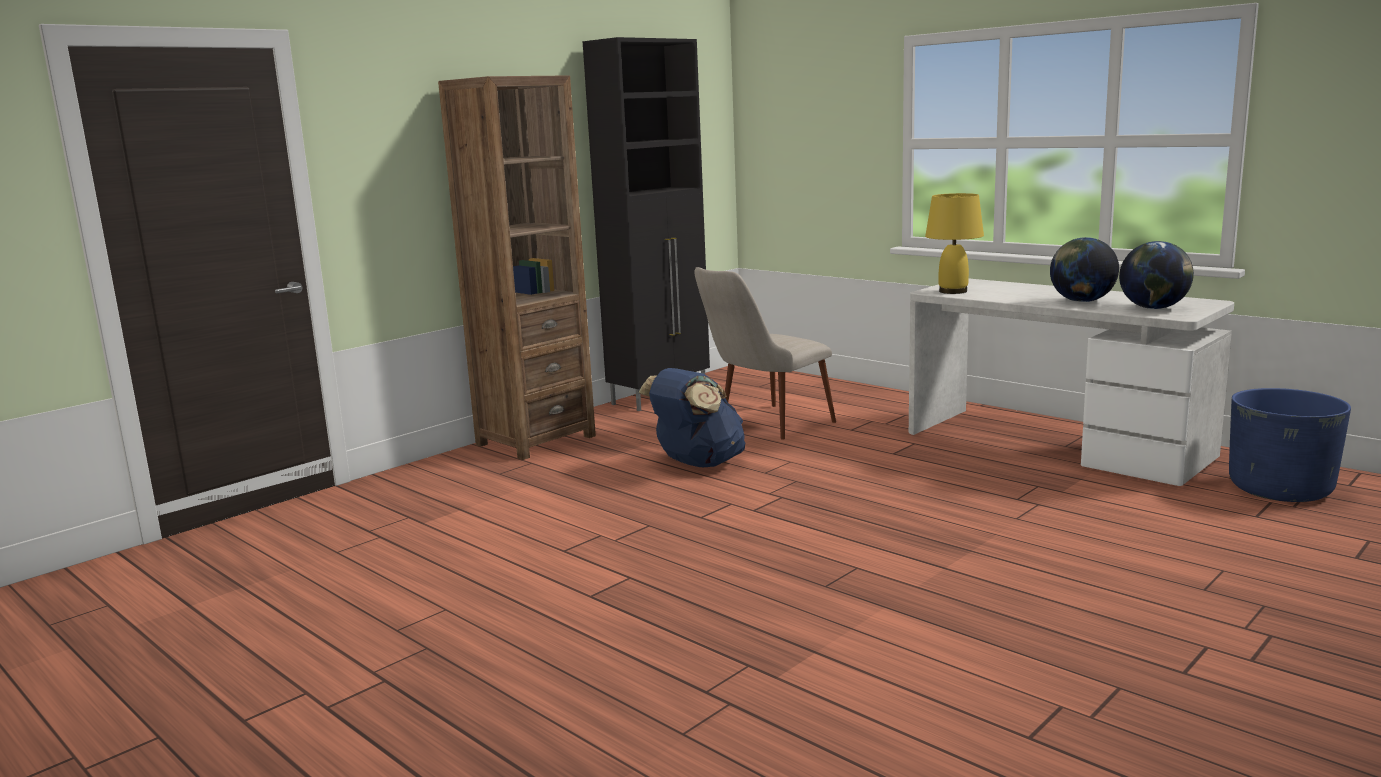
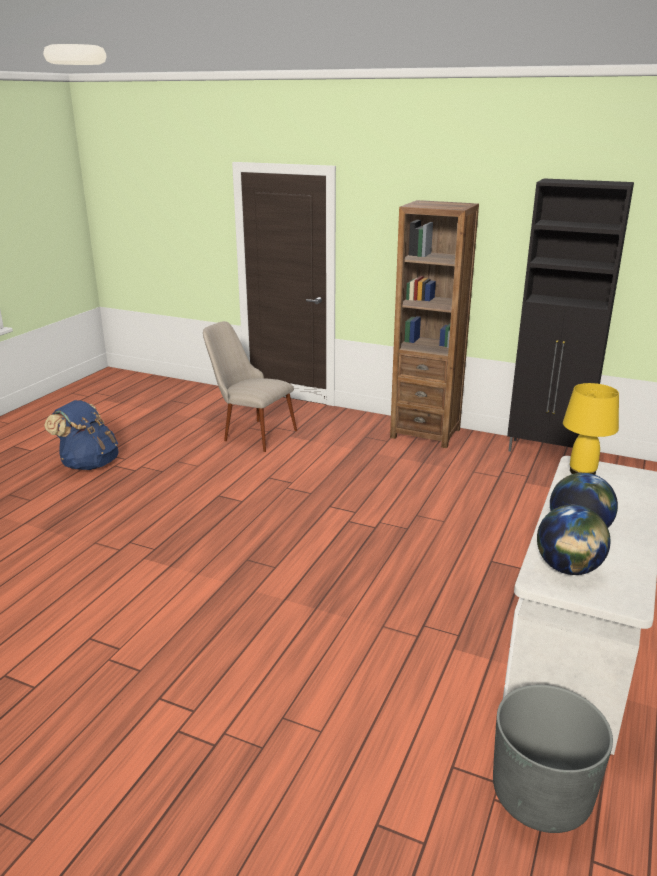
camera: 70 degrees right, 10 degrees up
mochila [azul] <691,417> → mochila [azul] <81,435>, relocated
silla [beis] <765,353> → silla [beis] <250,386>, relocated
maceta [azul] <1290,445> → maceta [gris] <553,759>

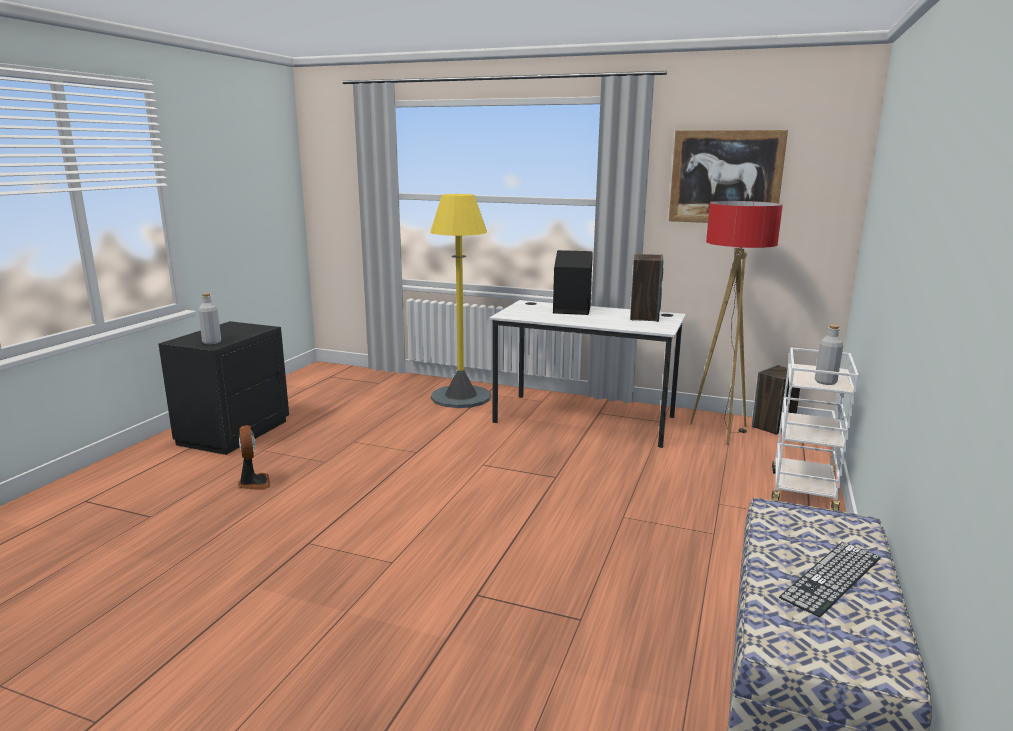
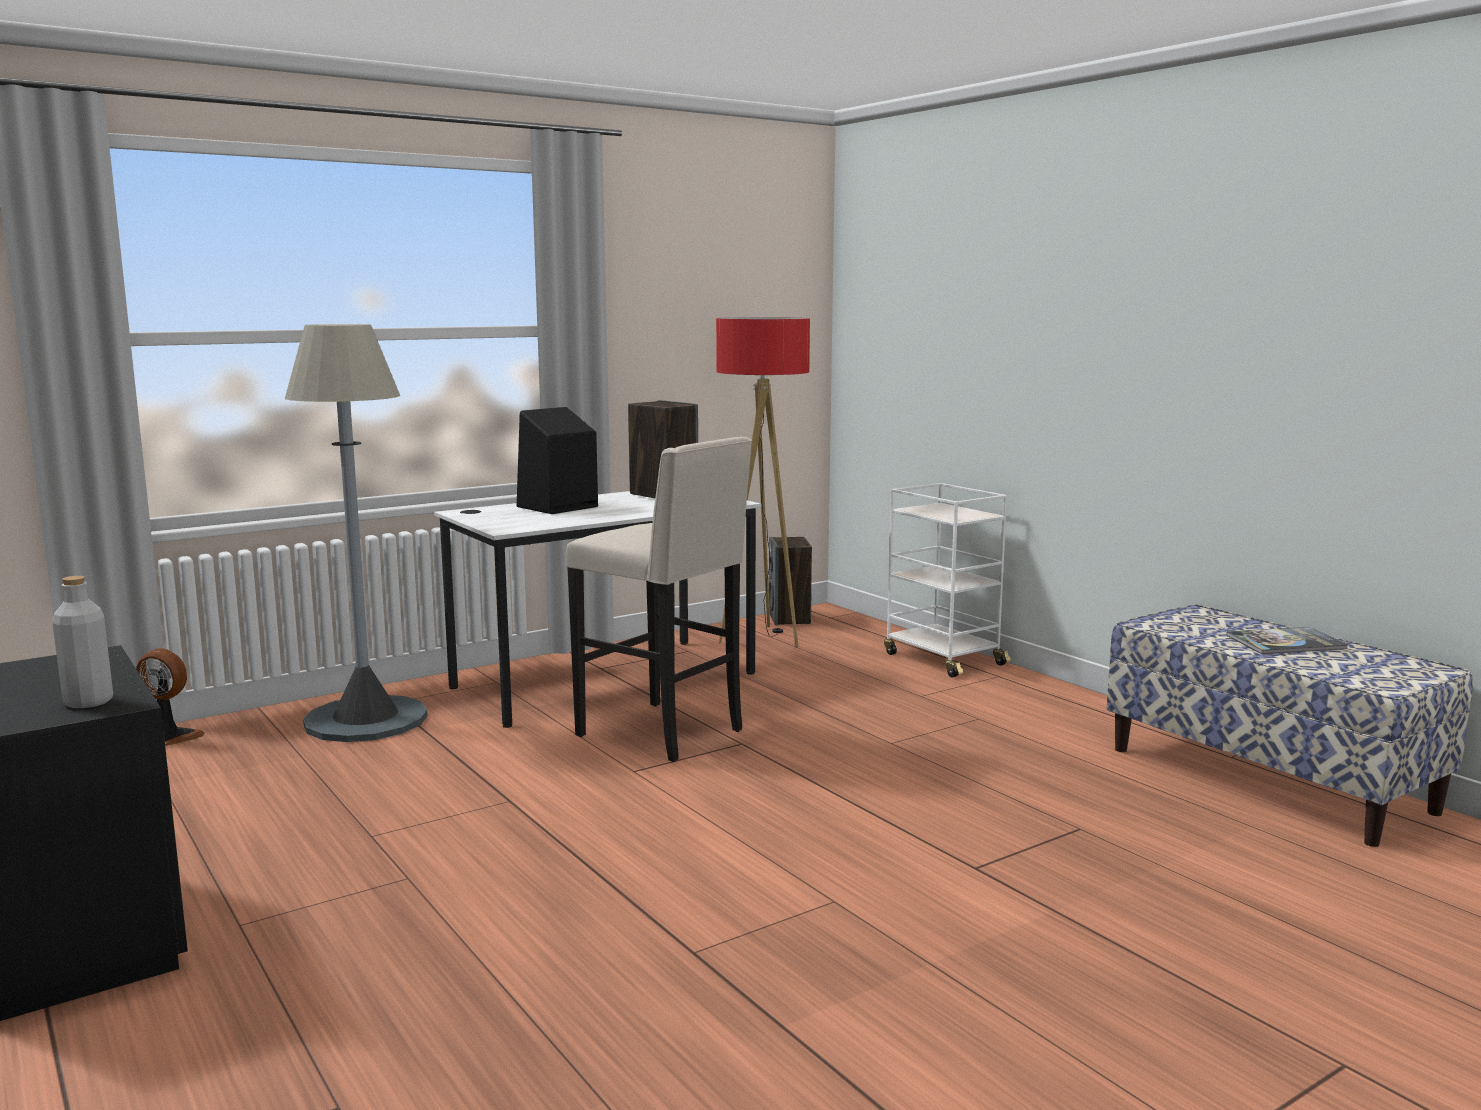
camera: 55 degrees left, 5 degrees down
ventilador <254,457> → ventilador <170,697>, relocated
lámpara de pie [amarillo] <460,301> → lámpara de pie [gris] <356,533>
cuadro <728,176> → -
teclado <830,579> → libro <1287,640>
botella [gris] <829,355> → -
- → taburete [beis] <659,599>

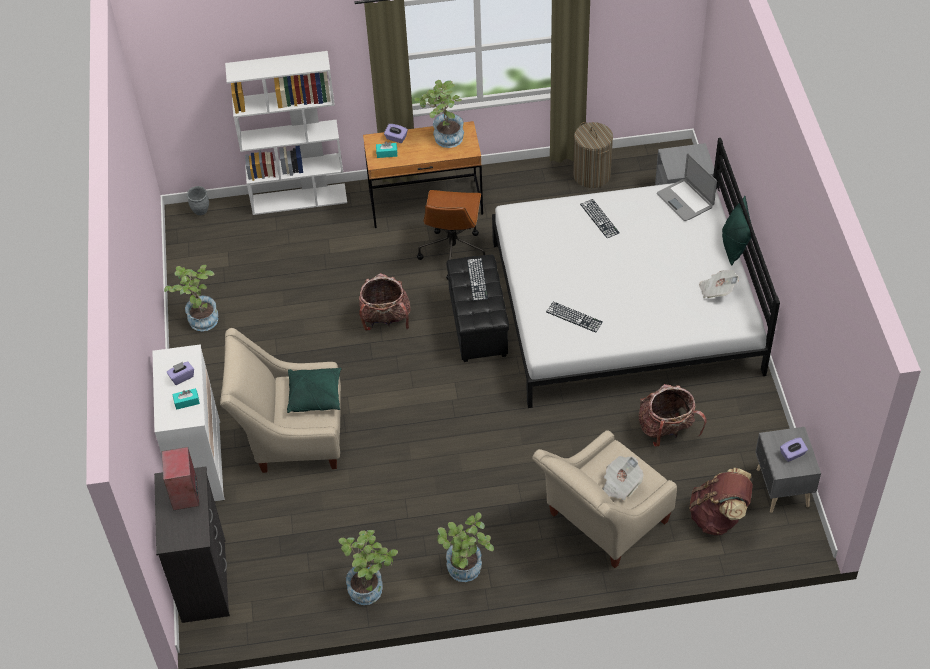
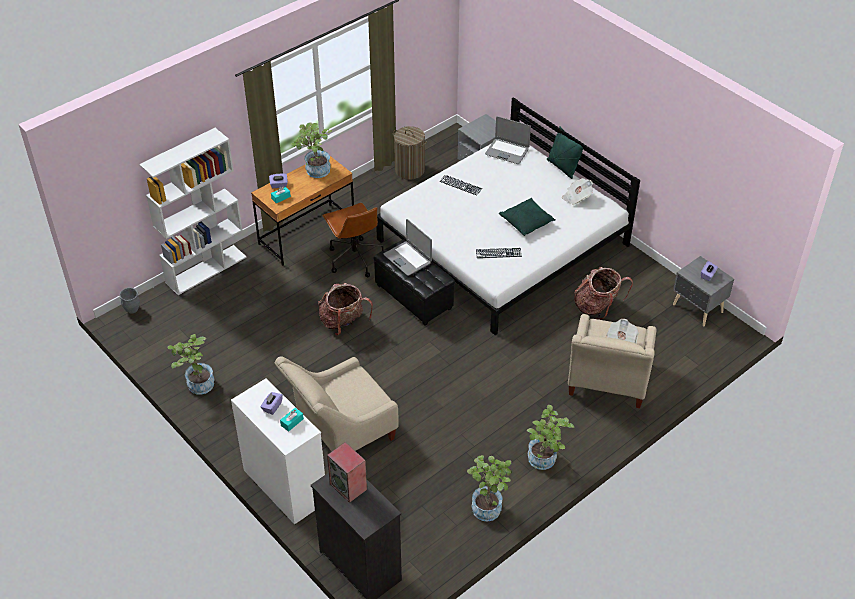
camera: 35 degrees left, 5 degrees down
cojín [verde] <314,390> → cojín [verde] <527,217>, relocated
teclado <477,279> → portátil <408,247>
mochila [marrón] <721,501> → -

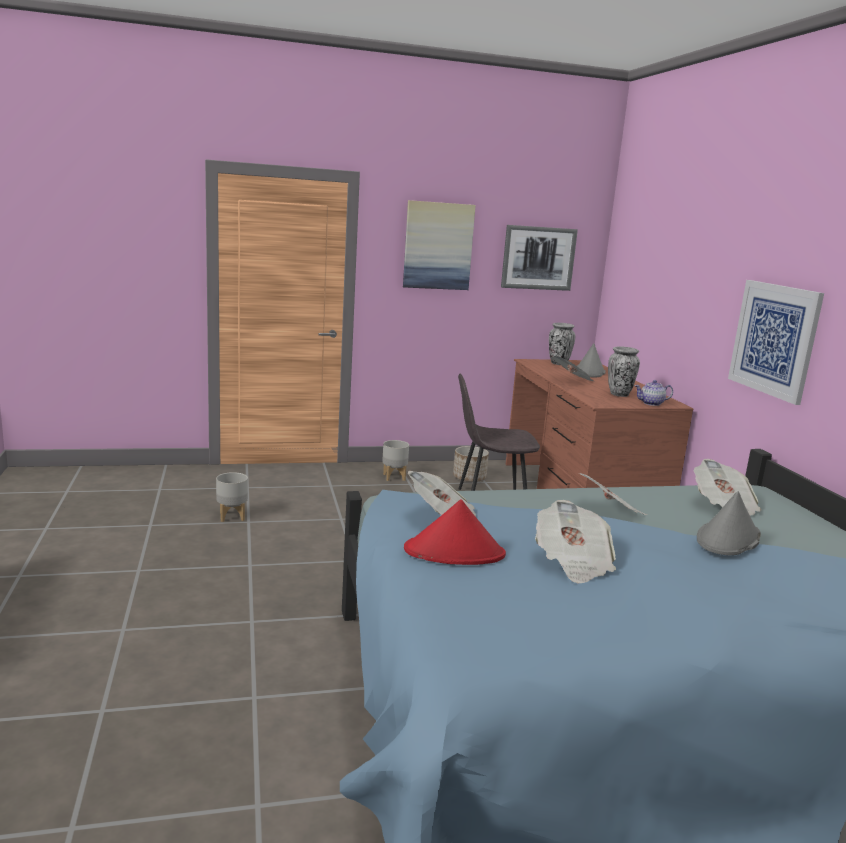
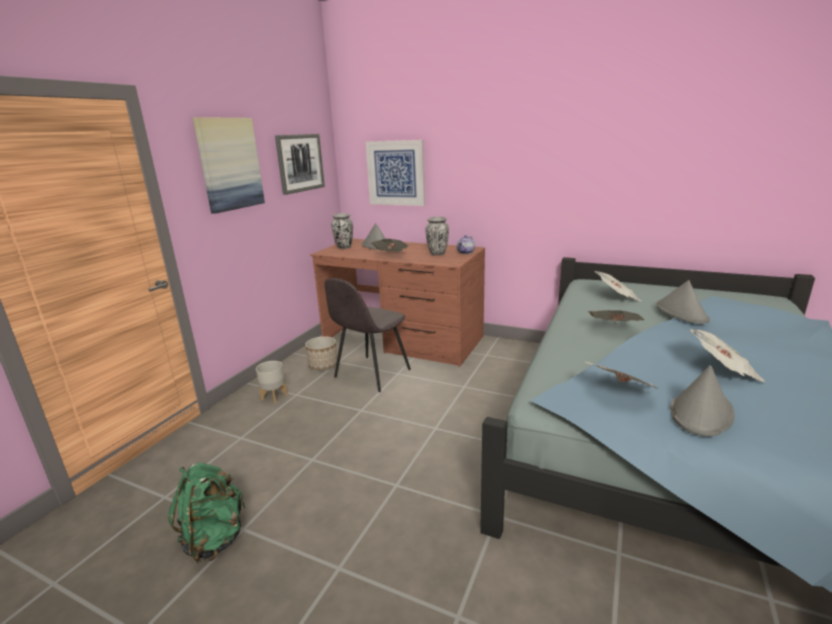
camera: 50 degrees left, 5 degrees up
maceta [gris] <232,497> → mochila [verde] <207,513>
sombrero [rojo] <455,532> → sombrero [gris] <702,400>
cuadro <776,342> → cuadro <395,173>, relocated

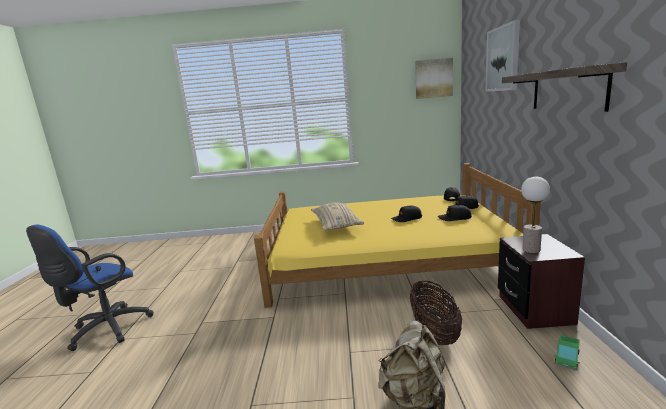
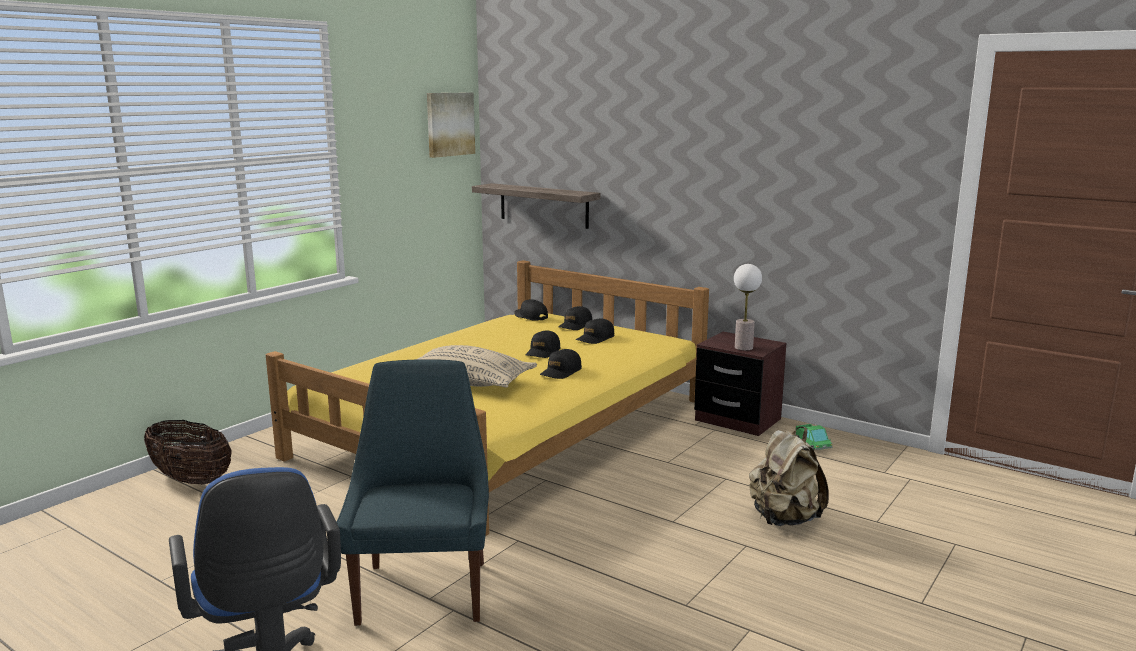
camera: 55 degrees left, 0 degrees up
cesta <436,313> → cesta <188,452>, relocated
cuadro <502,56> → -
estante <564,87> → estante <536,206>, relocated
- → silla [azul] <413,492>
- → gorra [negro] <561,364>

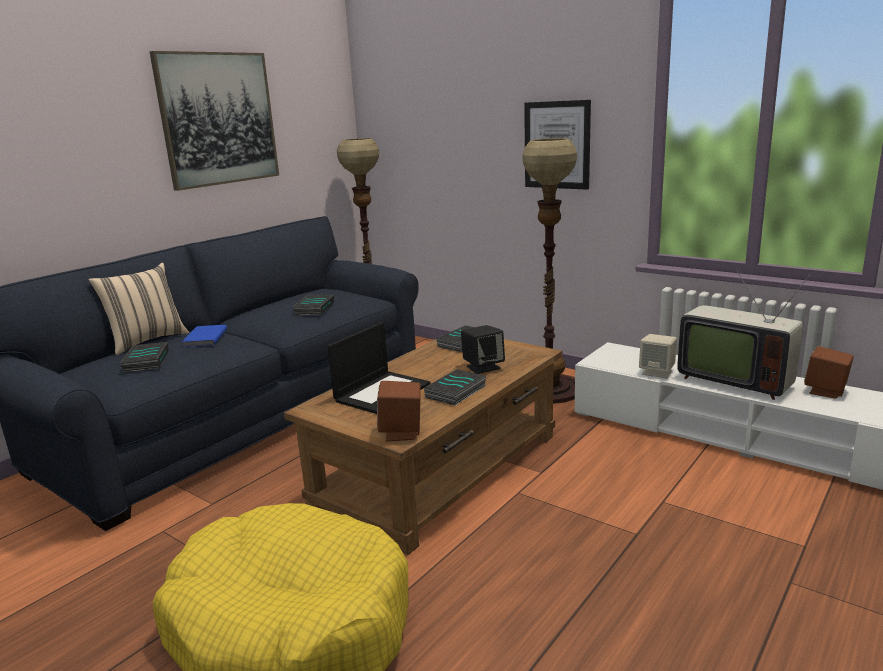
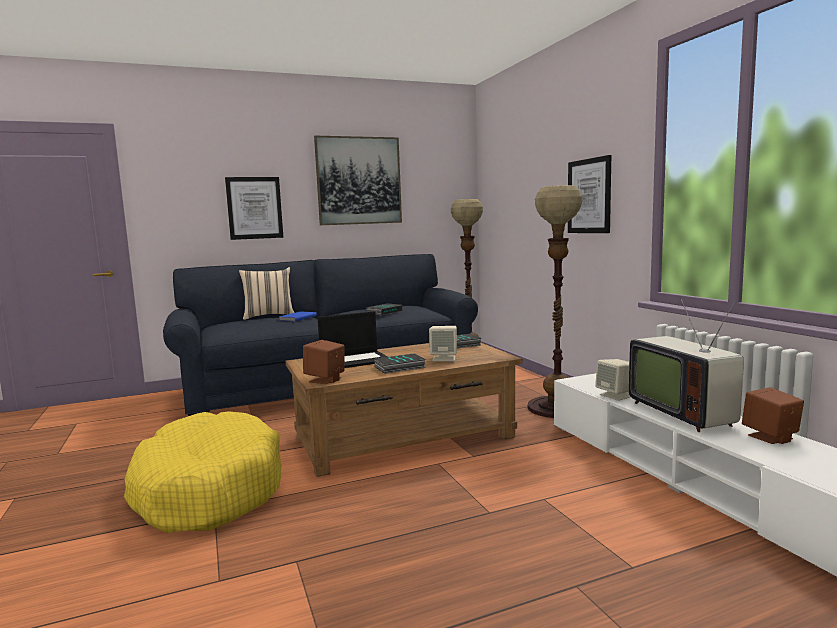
camera: 30 degrees right, 10 degrees down
libro <144,357> → -
altavoz [negro] <483,349> → altavoz [beis] <443,343>
- → cuadro <254,208>

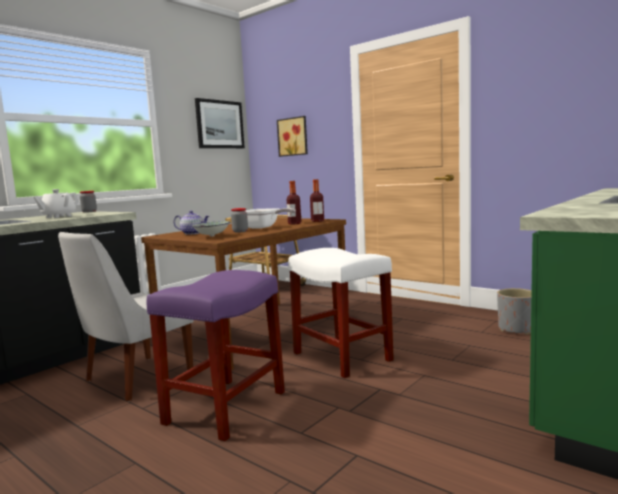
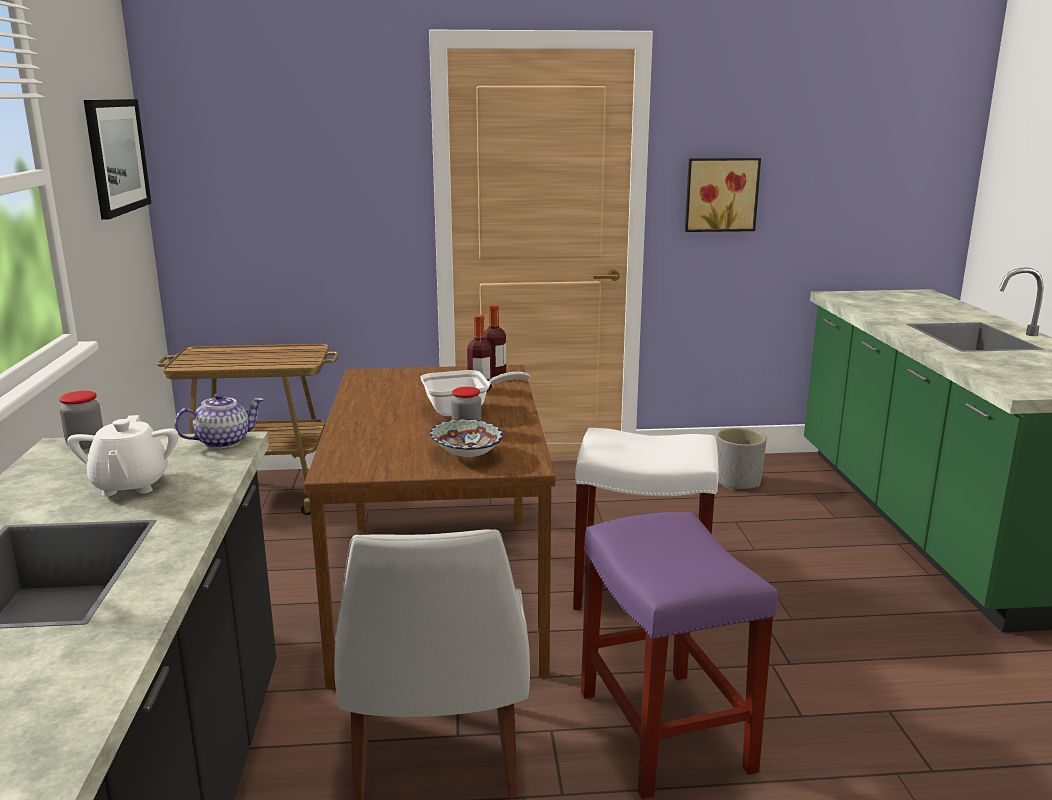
camera: 45 degrees left, 10 degrees up
tetera <192,222> → tetera <219,421>, relocated
cuadro <292,136> → cuadro <723,195>, relocated

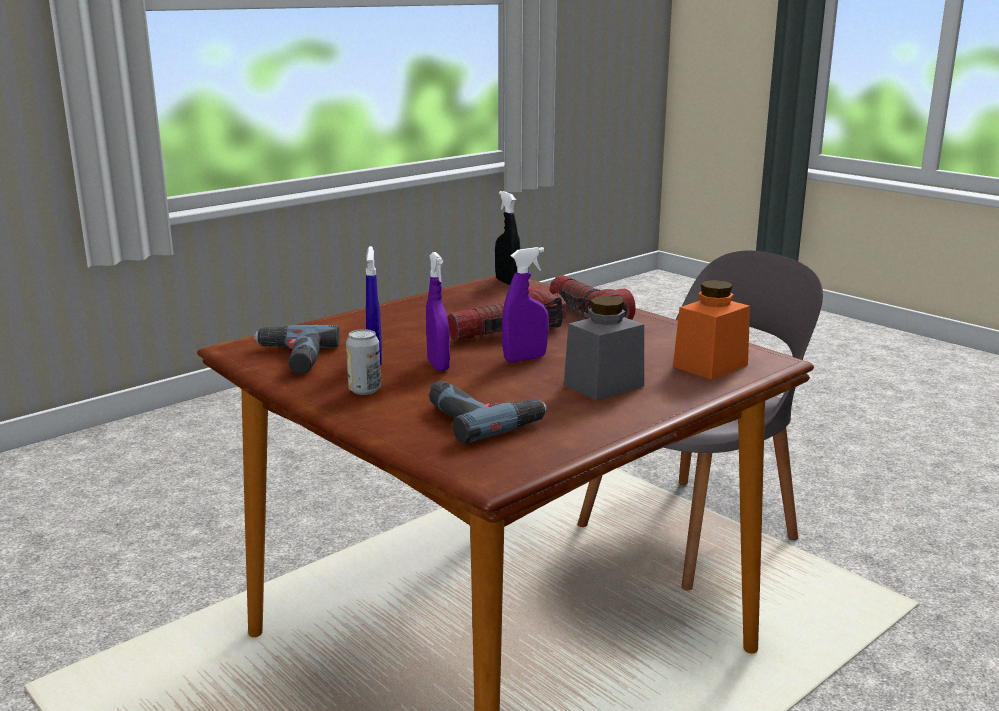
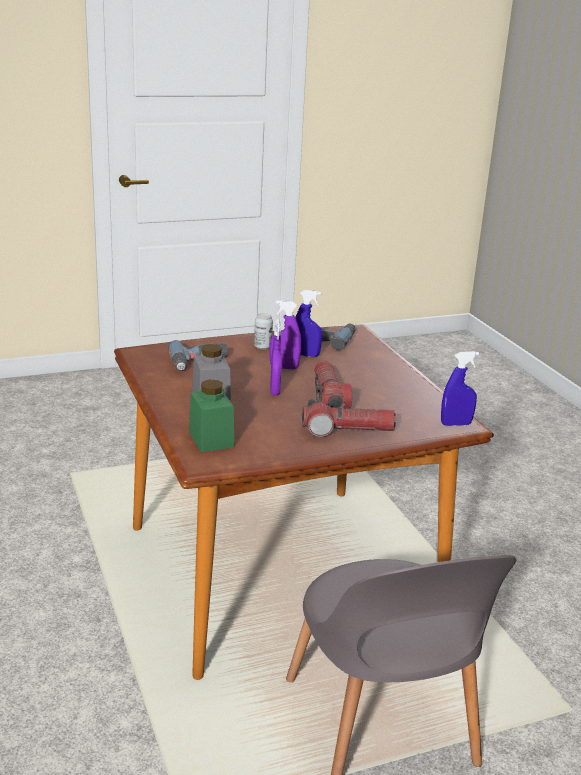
camera: 110 degrees right, 5 degrees up
pulverizador [negro] <508,238> → pulverizador [azul] <460,388>
tarro [naranja] <711,330> → tarro [verde] <211,416>

